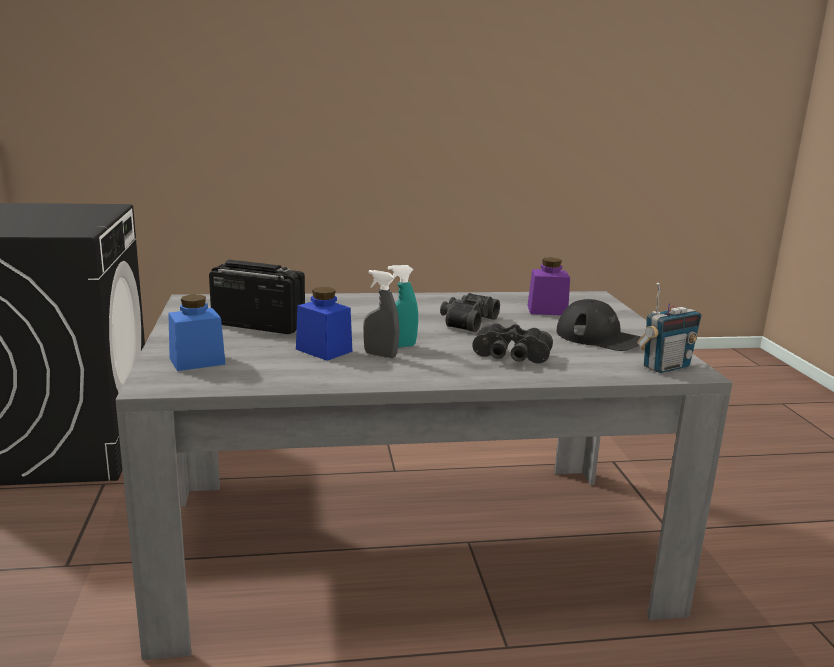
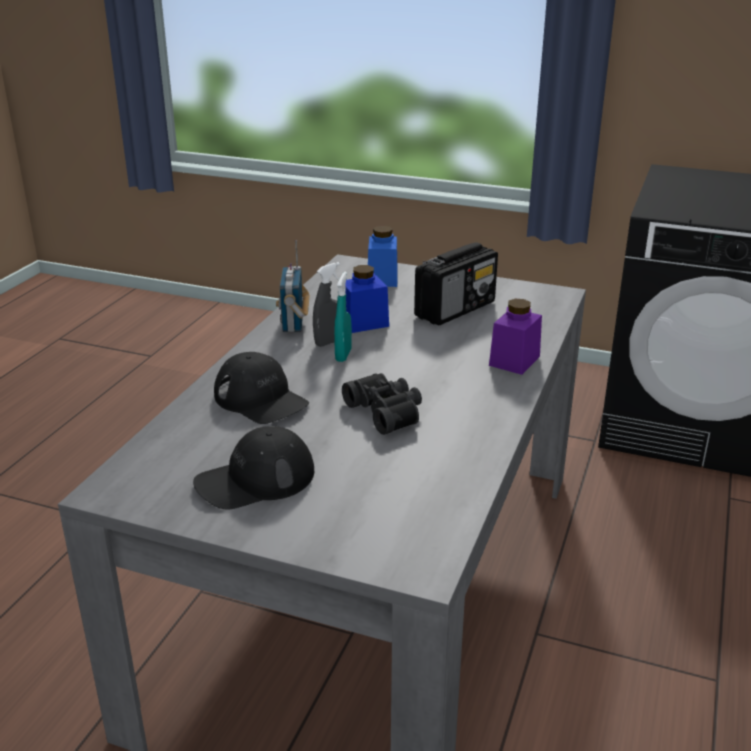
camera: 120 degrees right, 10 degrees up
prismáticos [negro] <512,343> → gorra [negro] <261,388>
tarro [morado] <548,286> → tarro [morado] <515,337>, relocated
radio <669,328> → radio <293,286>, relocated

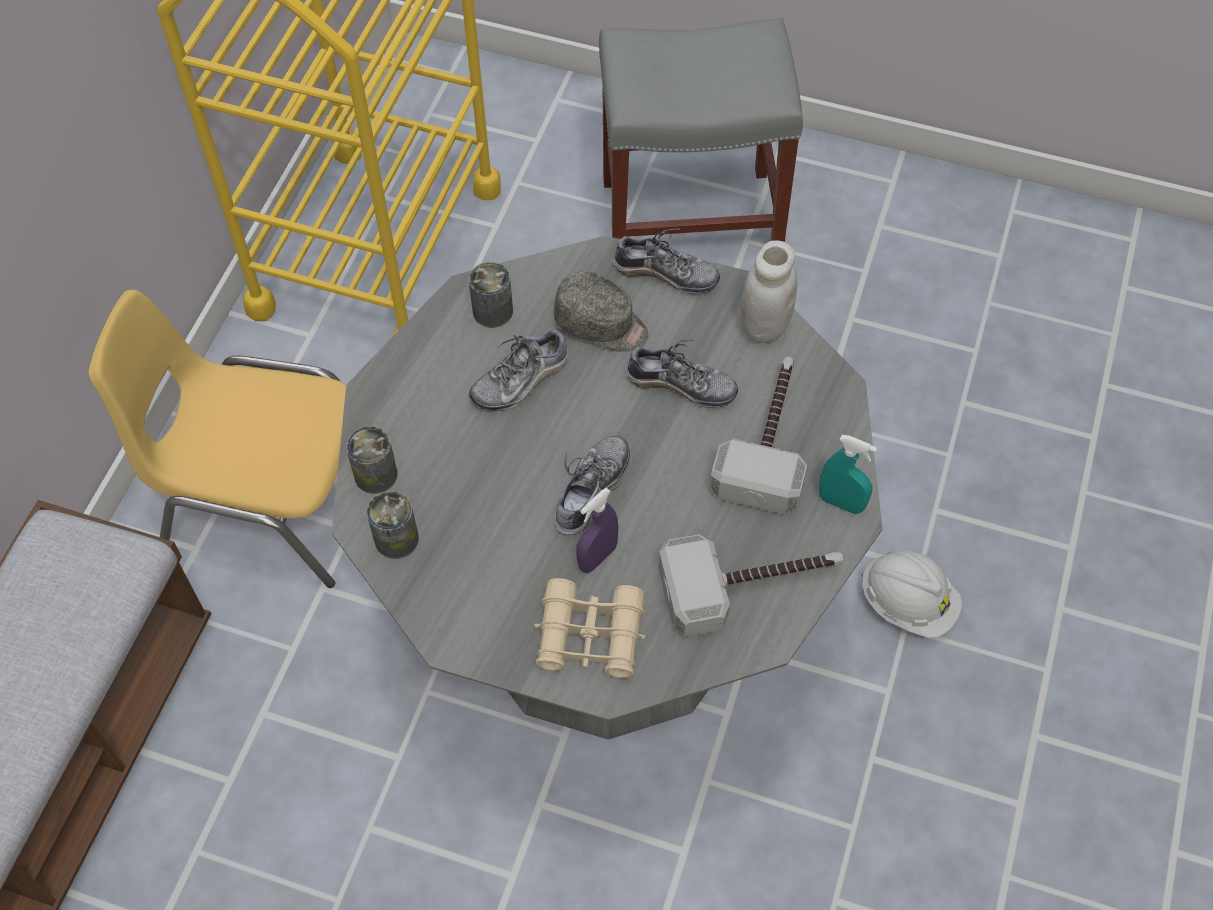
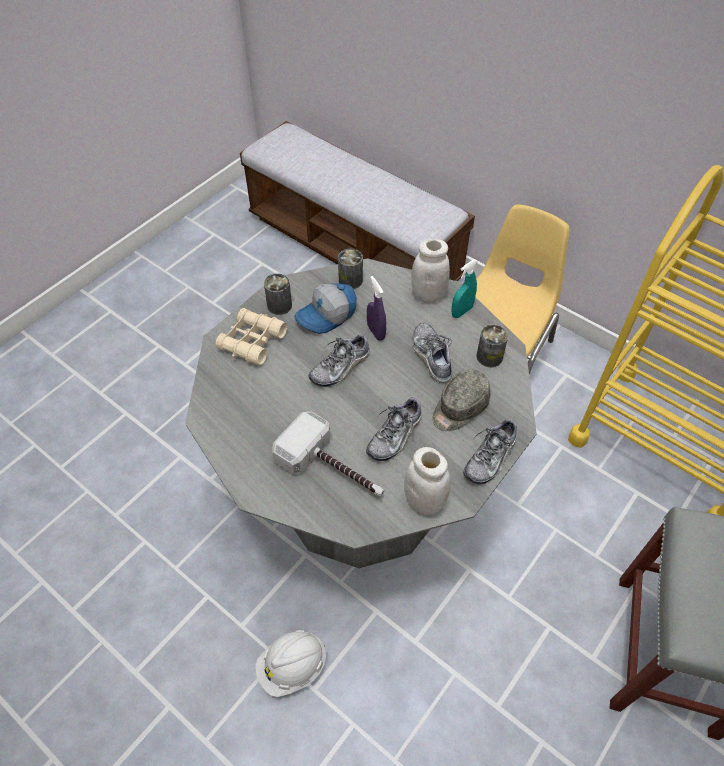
camera: 110 degrees right, 5 degrees down
lata <372,460> → lata <278,294>, relocated
zapato <592,486> → zapato <339,359>, 90 degrees clockwise
pulverizador [morado] <597,530> → pulverizador [morado] <376,308>, relocated
martillo <750,585> → -
pulverizador [turquesa] <848,474> → pulverizador [turquesa] <464,289>, relocated
- → gorra <325,308>
- → tarro [blanco] <431,271>

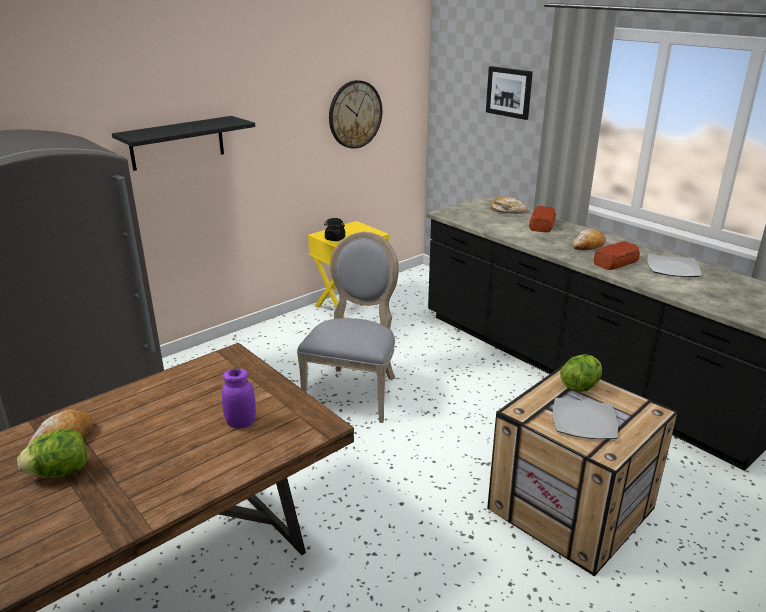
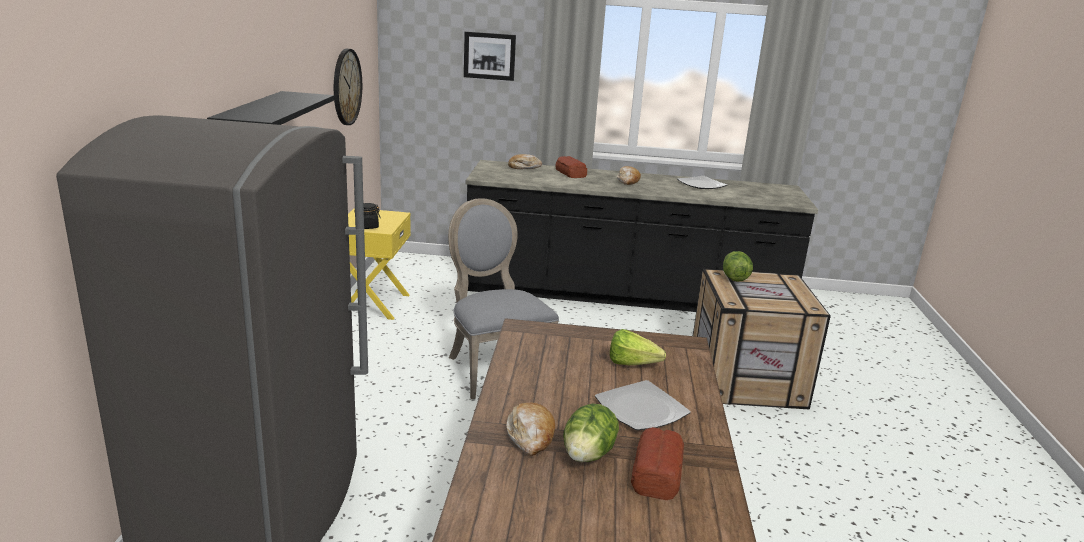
camera: 45 degrees left, 5 degrees down
tarro [morado] <239,398> → lechuga <638,347>
plato <585,418> → plato <643,405>, relocated
pan <616,255> → pan <657,463>, relocated

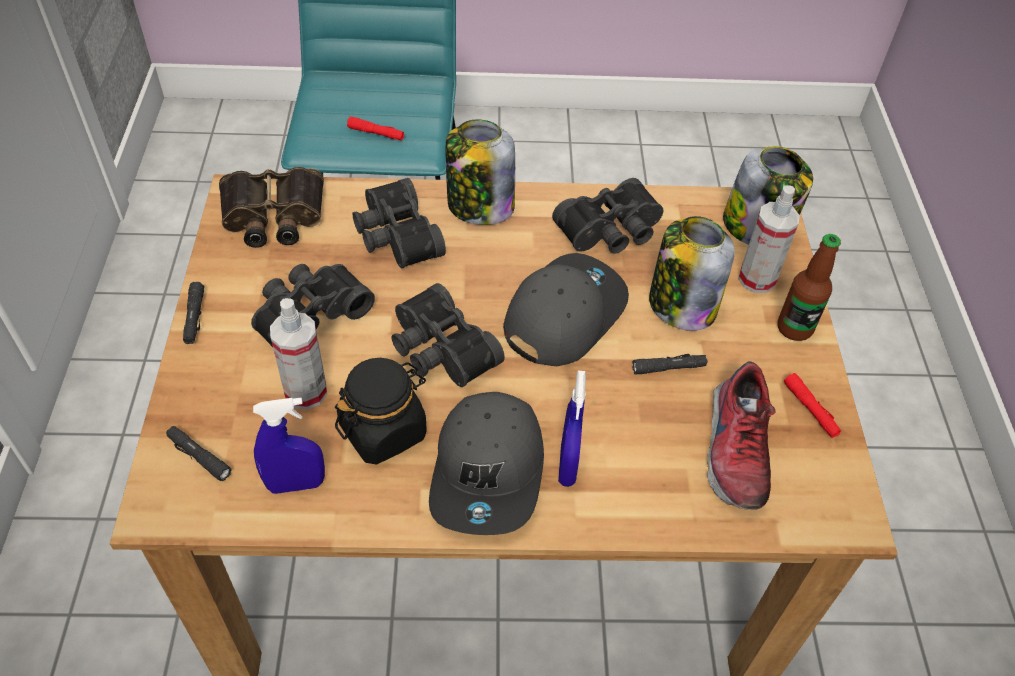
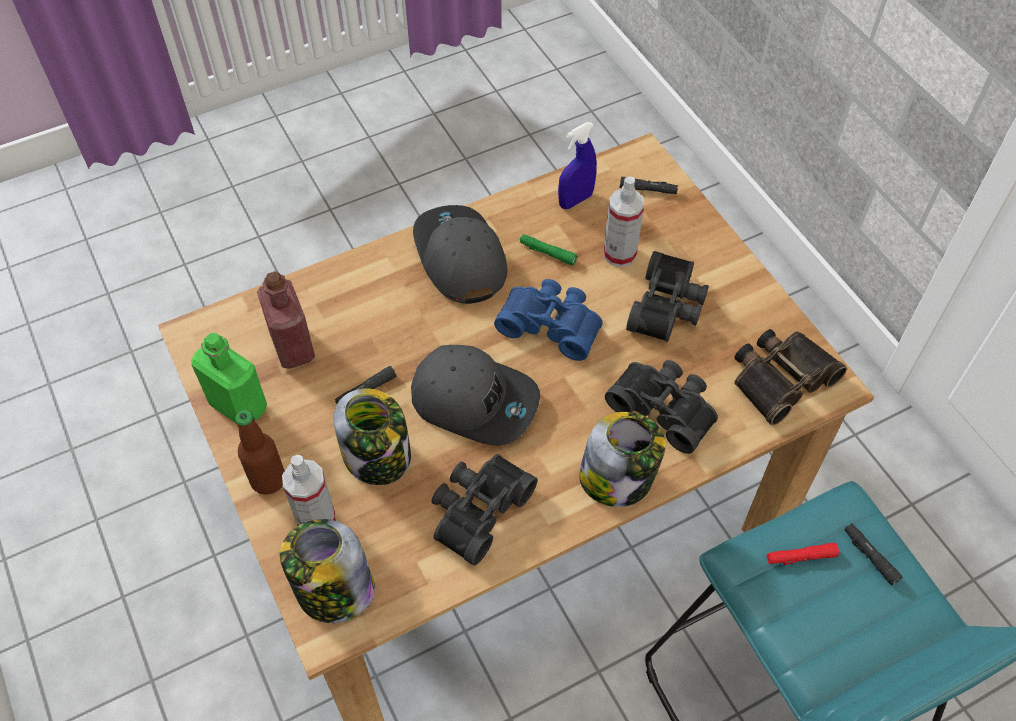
camera: 155 degrees right, 5 degrees up
linterna [negro] <193,313> → linterna [negro] <873,554>, relocated
tarro [negro] <381,411> → linterna [verde] <548,250>
prismáticos [negro] <448,335> → prismáticos [azul] <548,320>
gorra [gris] <566,309> → gorra [gris] <475,395>, 75 degrees counterclockwise
pulverizador [azul] <572,428> → -
zapato <741,435> → botella [rojo] <286,320>
linterna [rojo] <812,405> → botella [verde] <229,378>

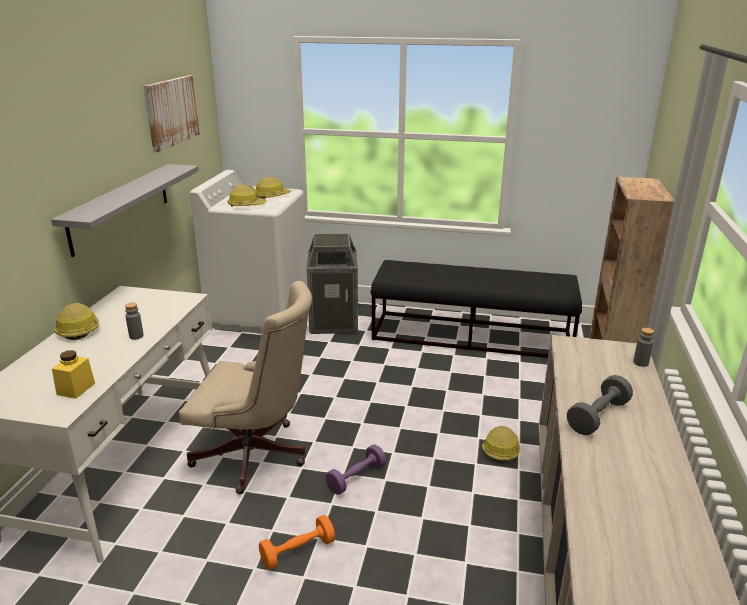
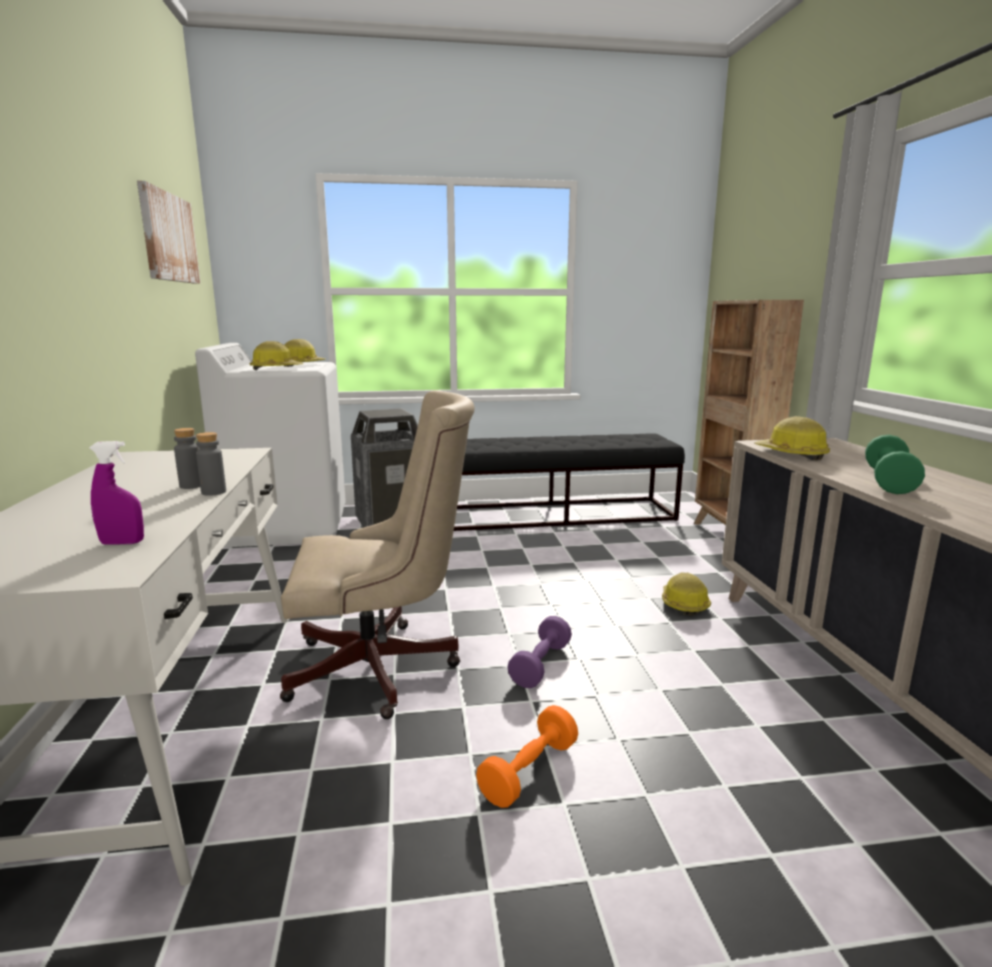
camera: 20 degrees left, 10 degrees down
estante [gris] <125,210> → -
tarro [amarillo] <73,374> → pulverizador [morado] <116,493>
casco <76,321> → casco <792,438>, relocated
mancuerna [gris] <600,405> → mancuerna [verde] <895,464>
botella [gris] <643,347> → botella [gris] <211,464>, relocated

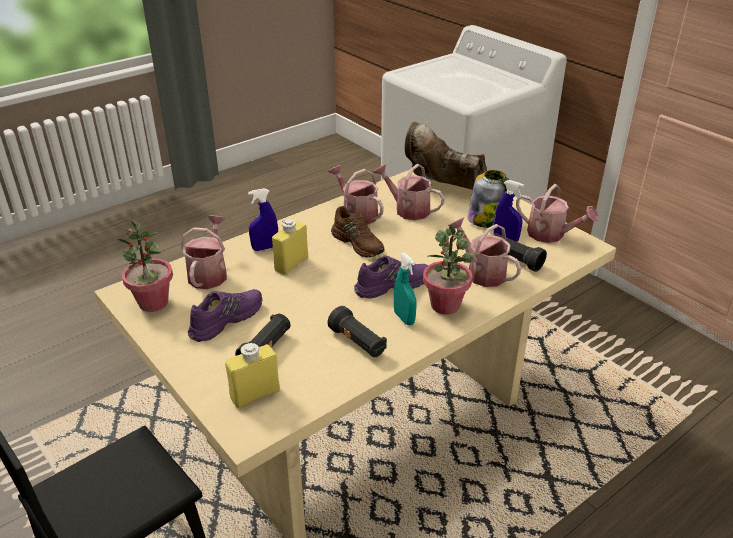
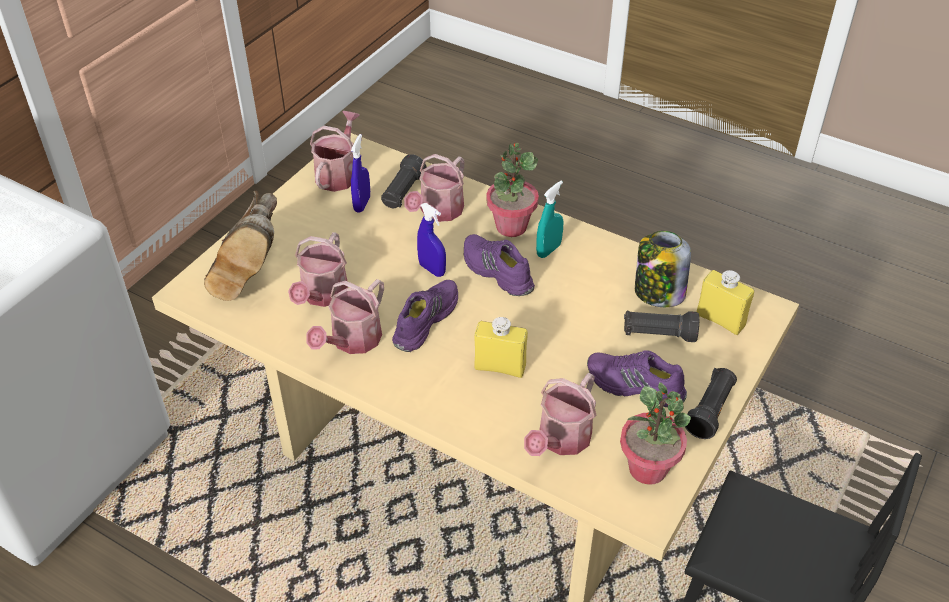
camera: 110 degrees left, 10 degrees up
regadera <204,252> → regadera <560,414>, 45 degrees counterclockwise
pulverizador [azul] <263,219> → pulverizador [azul] <431,240>, relocated
linterna [negro] <357,331> → linterna [negro] <711,403>, relocated
zapato [marrón] <358,232> → zapato [morado] <425,316>
tarro <489,199> → tarro <663,269>, relocated

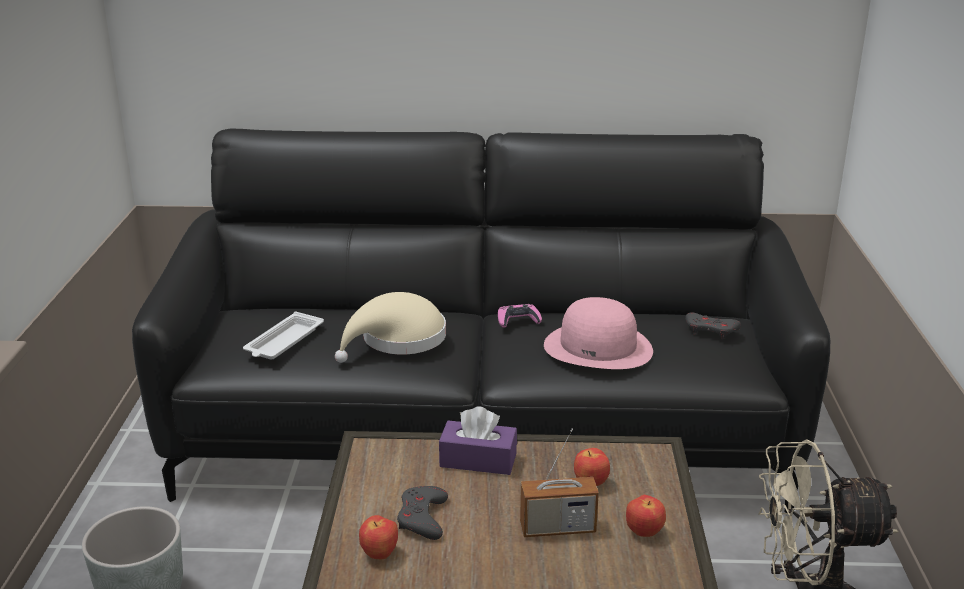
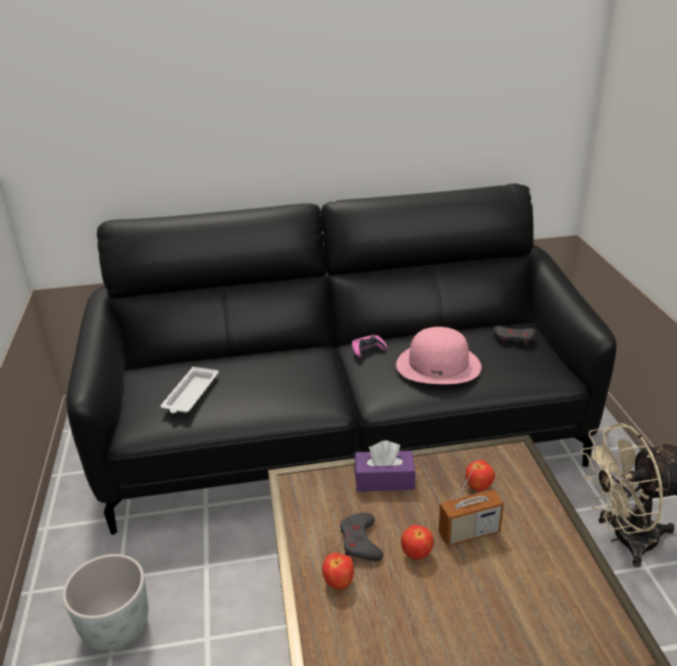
camera: 10 degrees left, 5 degrees up
sombrero [beis] <390,327> → -
manzana <646,516> → manzana <417,542>, relocated

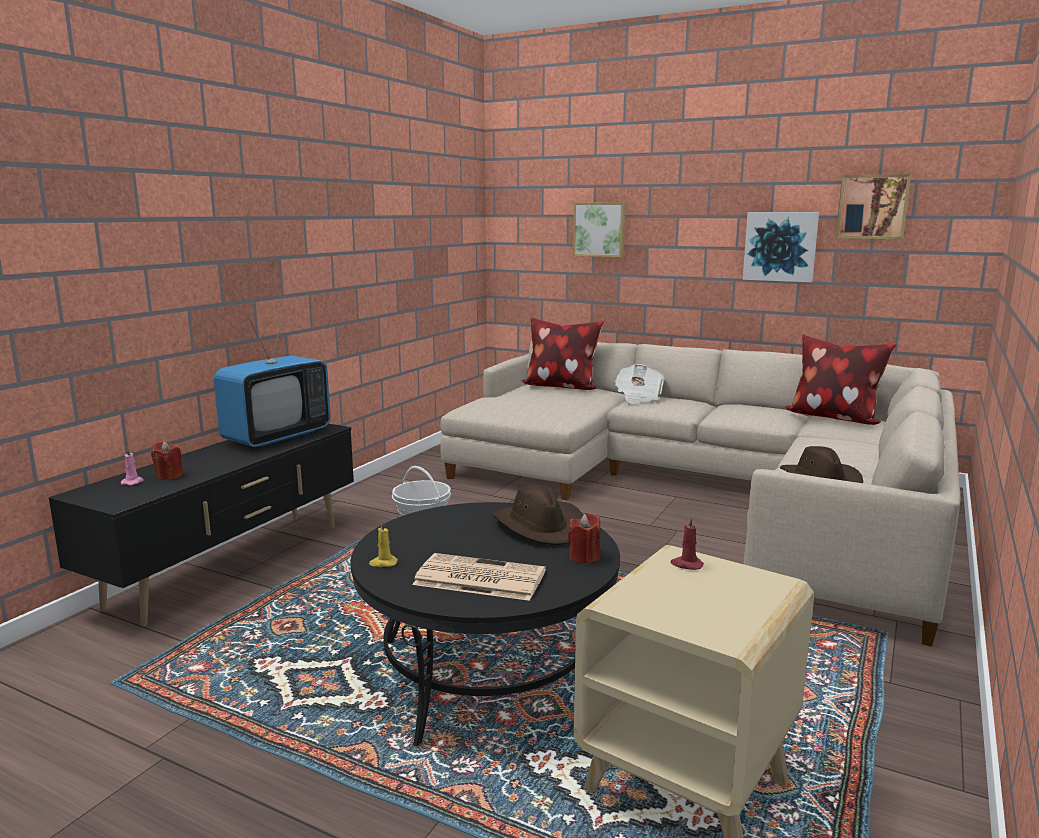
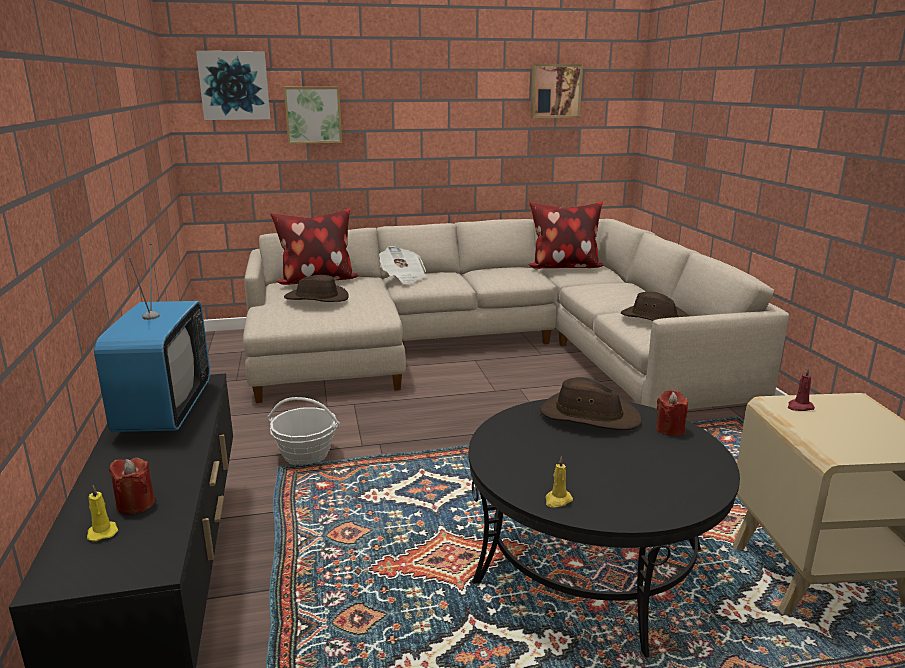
camera: 40 degrees left, 5 degrees up
vela [rosa] <132,466> → vela [amarillo] <102,513>
periódico <479,577> → -
cuadro <781,247> → cuadro <233,85>, relocated
- → sombrero [marrón] <316,288>

